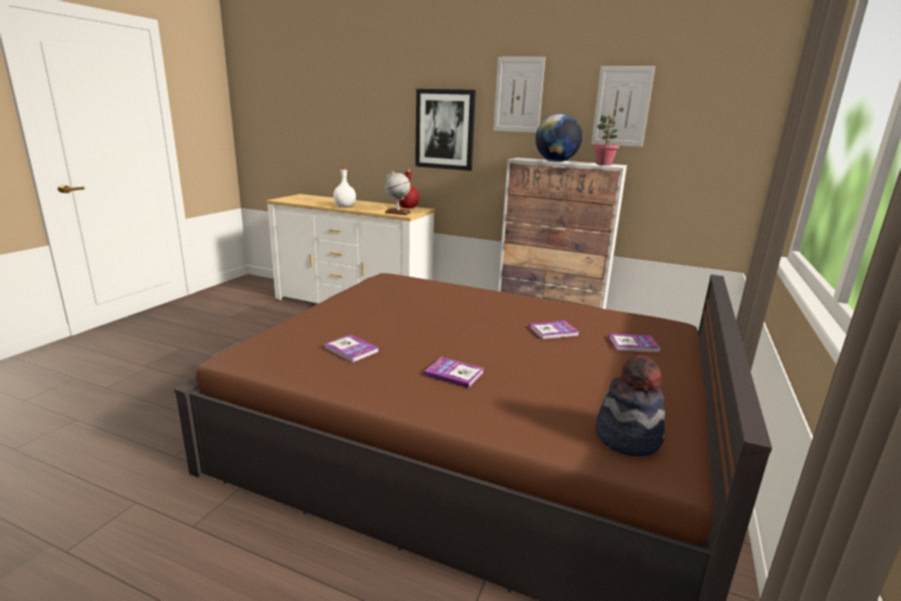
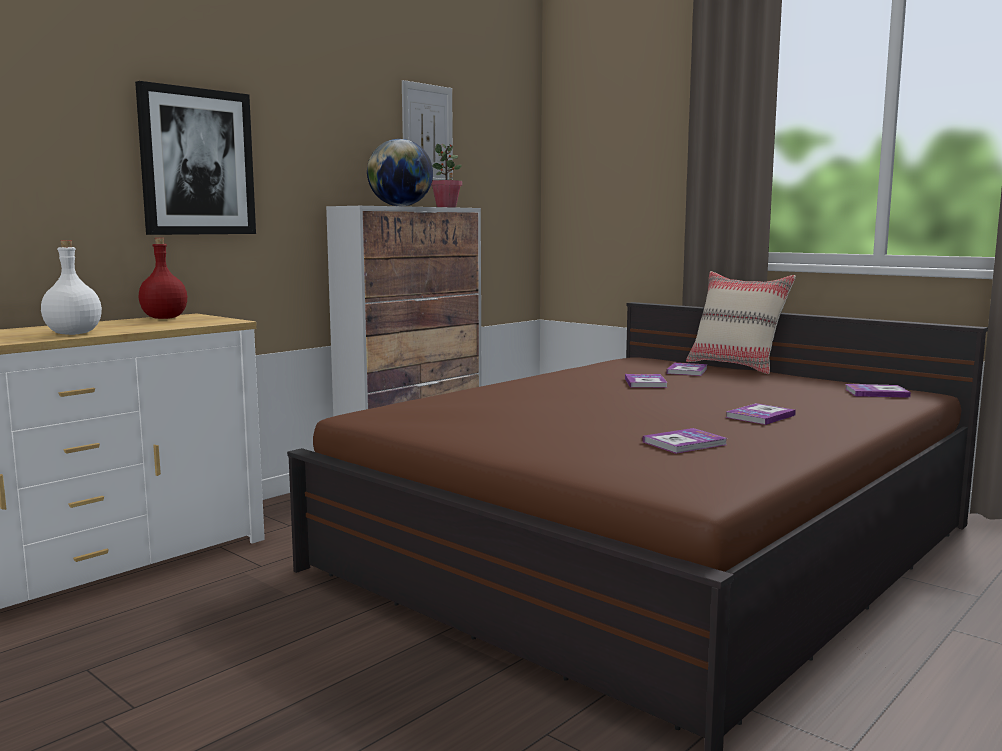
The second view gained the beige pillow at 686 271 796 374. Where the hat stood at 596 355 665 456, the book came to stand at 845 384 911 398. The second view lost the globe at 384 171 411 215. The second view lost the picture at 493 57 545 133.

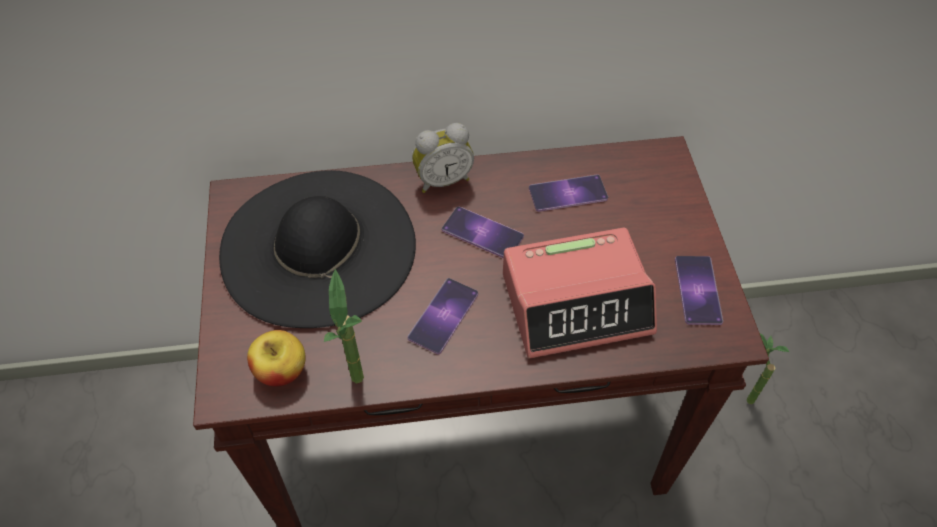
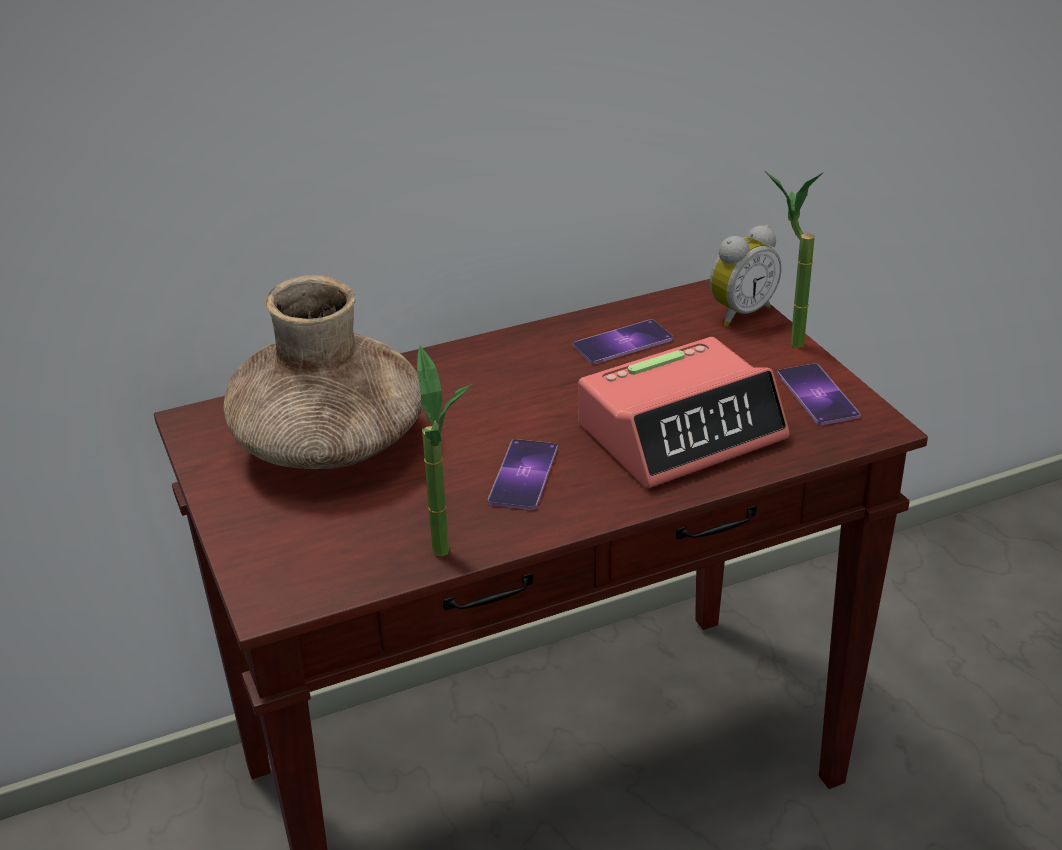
Where the black hat stood at 219 170 416 328, the brown vase came to stand at 224 275 422 469. The alarm clock ended up elsewhere, having gone from 412 123 474 193 to 710 225 782 327. The potted plant ended up elsewhere, having gone from 747 333 789 404 to 765 171 824 348. The second view lost the apple at 247 330 306 387. The second view lost the phone at 442 207 524 258.

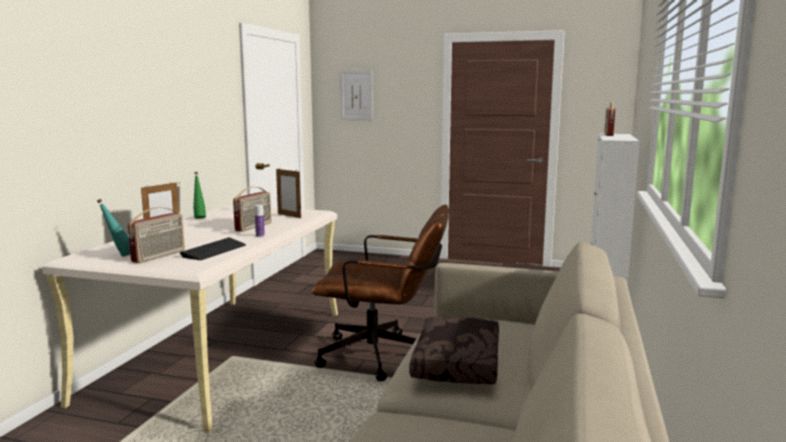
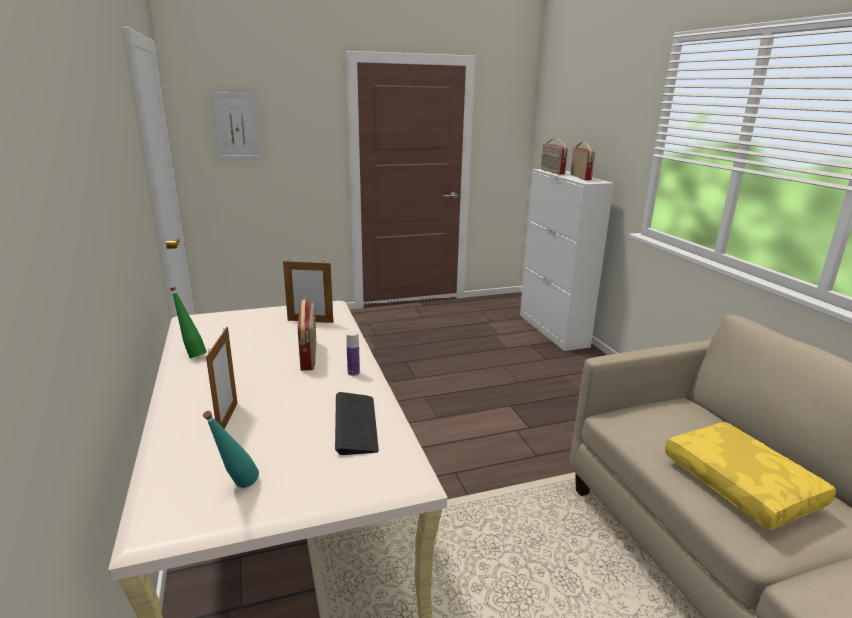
The radio ended up elsewhere, having gone from 128 207 185 263 to 571 142 595 180. What was the brown pillow at 409 316 499 384 turned into the yellow pillow at 665 422 836 530. The second view lost the brown office chair at 312 205 449 381.

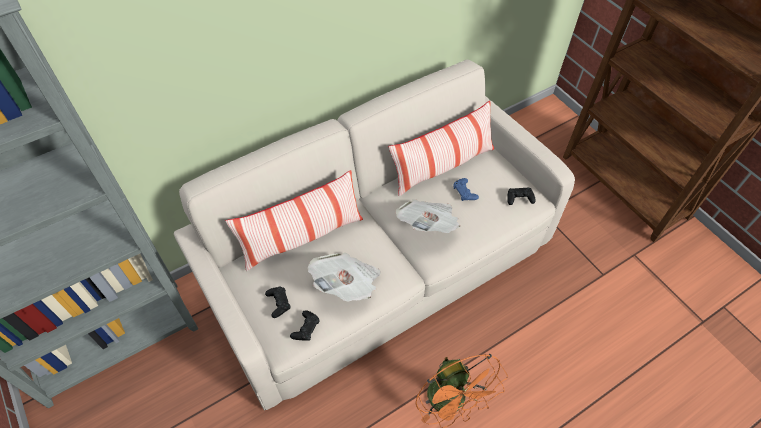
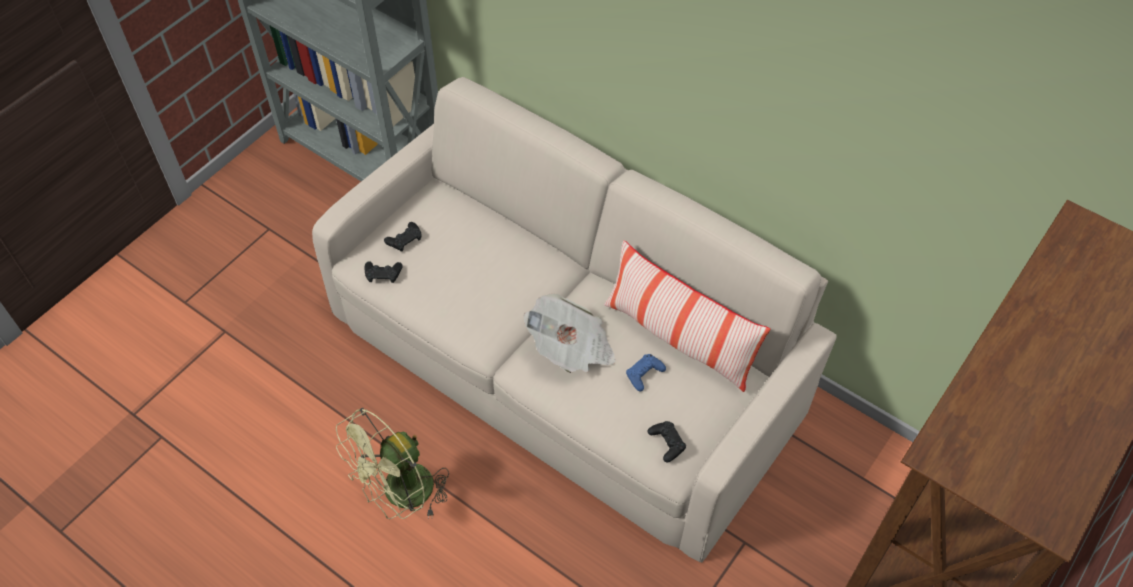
What was the orange fan at 415 354 508 428 turned into the green fan at 336 408 449 519. The second view lost the pillow at 226 170 363 271. The second view lost the newspaper at 308 252 381 302.

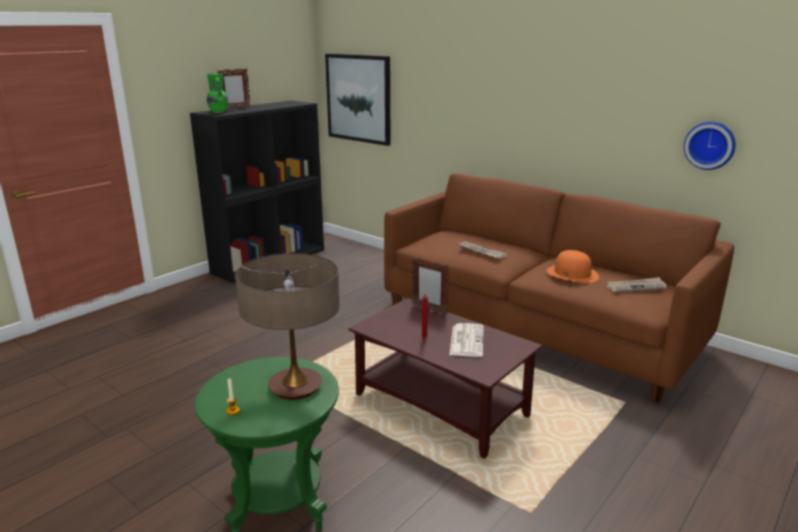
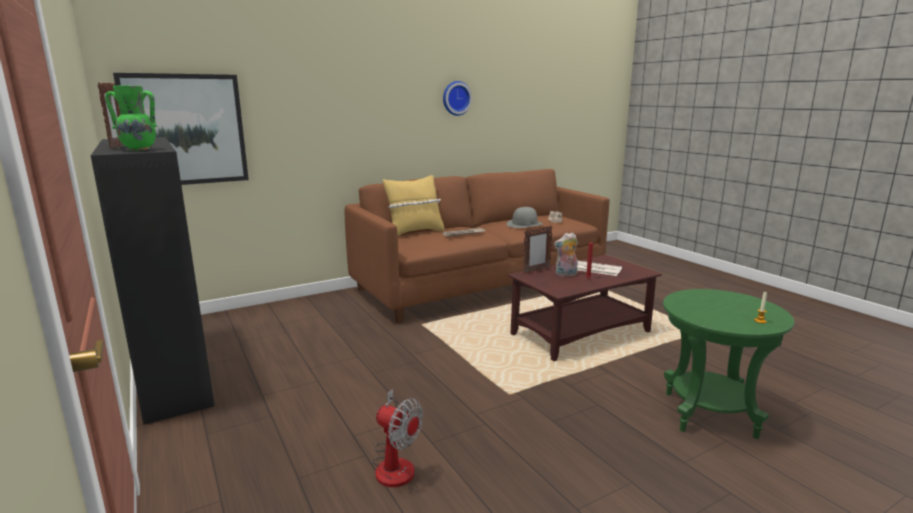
The second view gained the fan at 372 389 423 487. The second view gained the yellow pillow at 383 175 444 236. The wall clock ended up elsewhere, having gone from 684 122 736 170 to 443 81 472 116. What was the orange hat at 546 250 599 283 turned into the grey hat at 506 207 543 228. The second view gained the plush toy at 554 232 578 276. The second view lost the table lamp at 235 253 340 400.

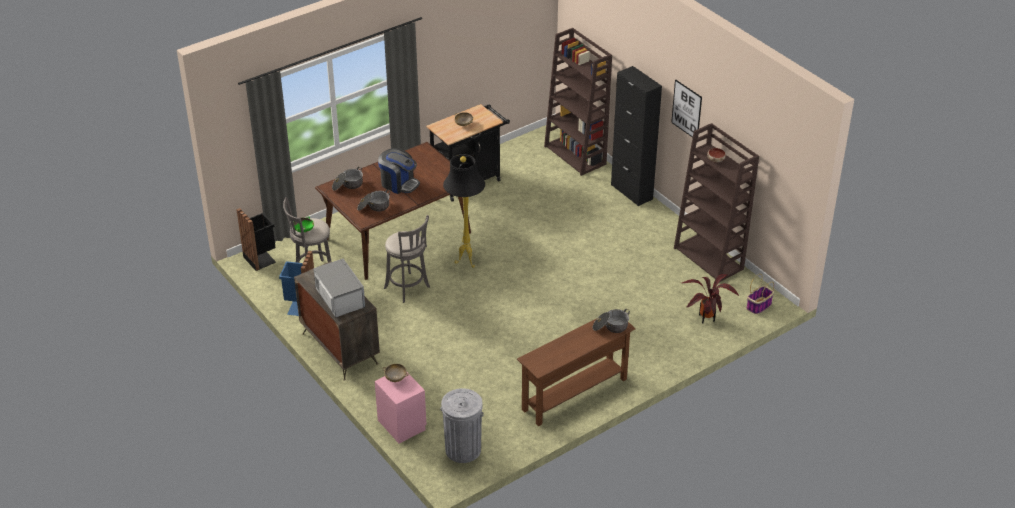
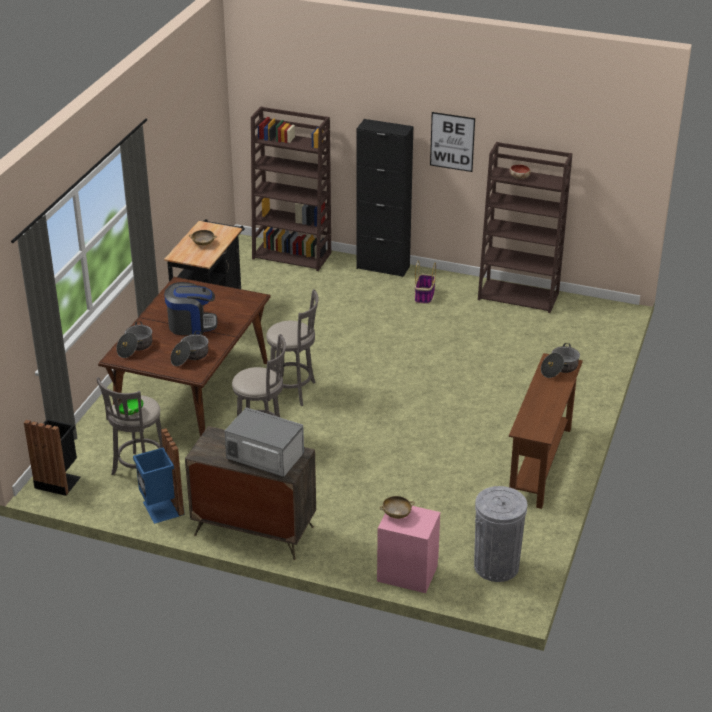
Where the black floor lamp stood at 443 154 485 268, the grey stool came to stand at 266 289 319 406. The basket ended up elsewhere, having gone from 746 274 774 314 to 415 260 436 304. The second view lost the potted plant at 682 274 739 323.

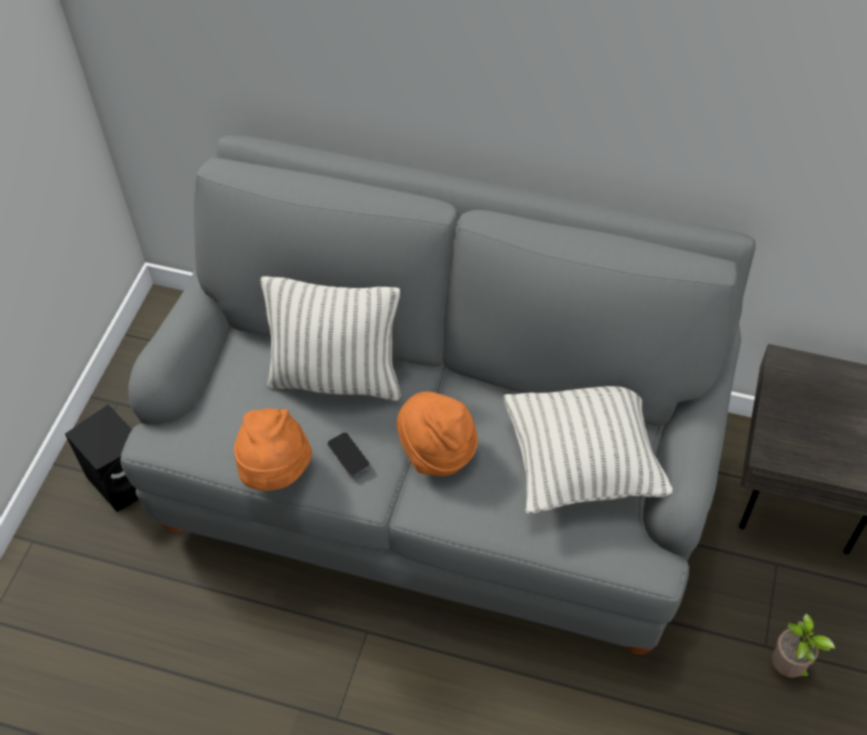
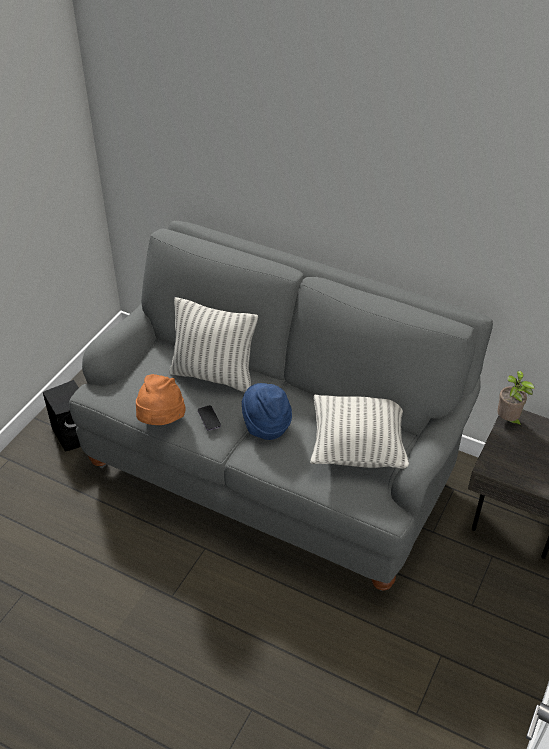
What was the orange hat at 396 392 478 476 turned into the blue hat at 242 383 292 440. The potted plant ended up elsewhere, having gone from 772 613 835 679 to 497 371 535 428.

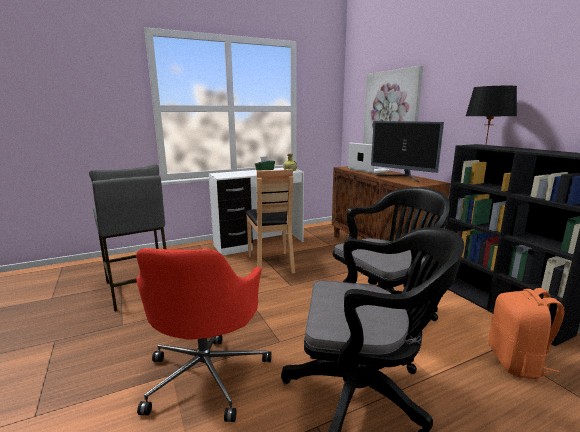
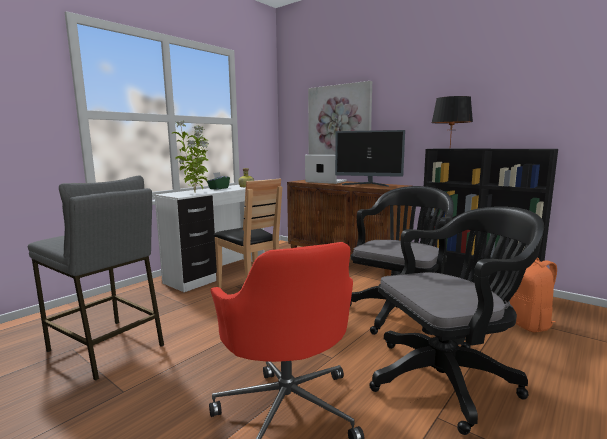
The second view gained the potted plant at 171 120 209 192.

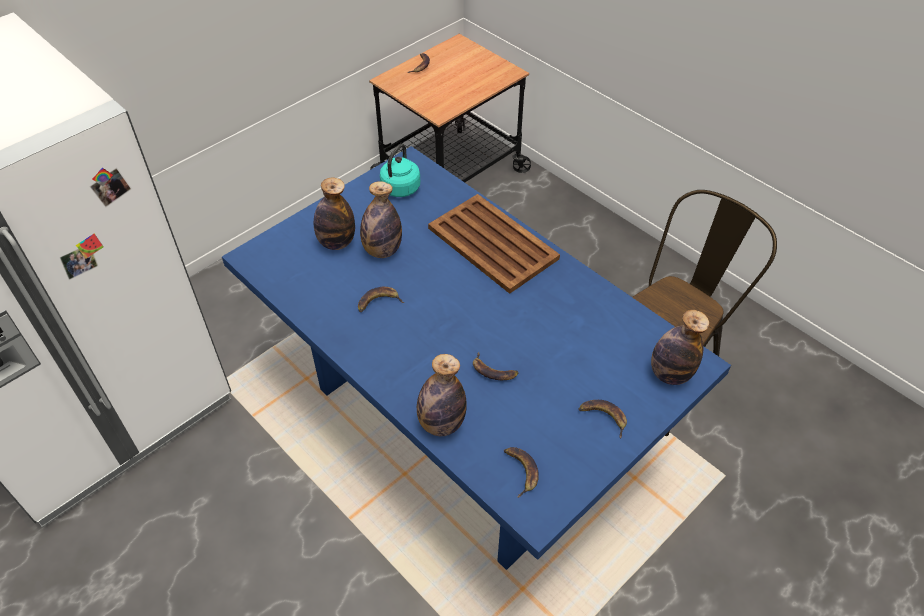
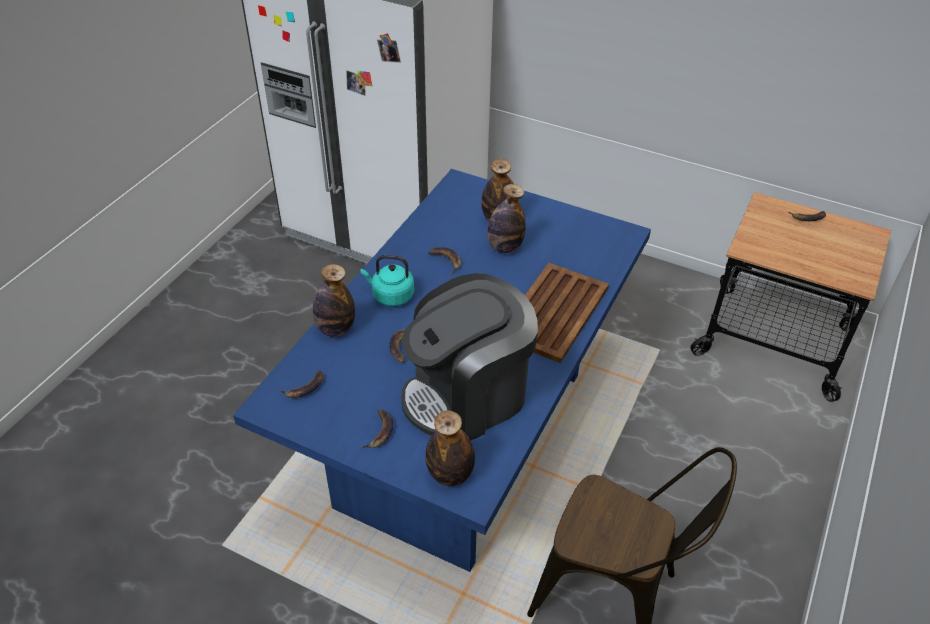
The turquoise kettle ended up elsewhere, having gone from 380 144 420 197 to 361 255 414 306. The second view gained the coffee machine at 401 273 538 441.

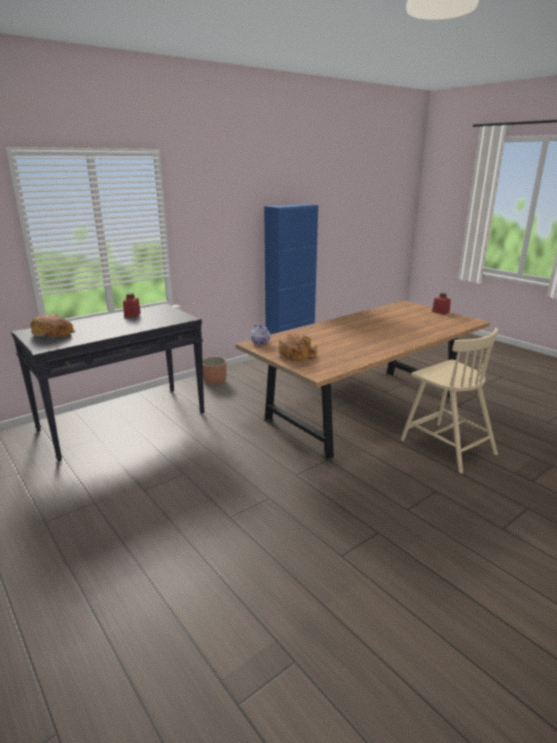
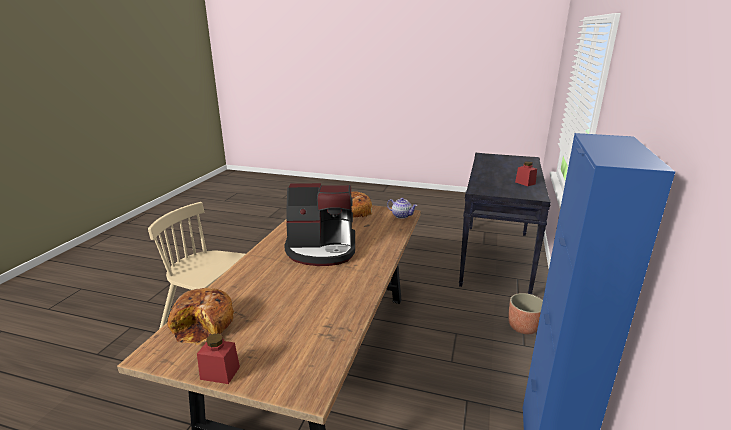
The bread ended up elsewhere, having gone from 31 314 76 339 to 167 288 235 344. The second view gained the coffee machine at 284 183 355 266.

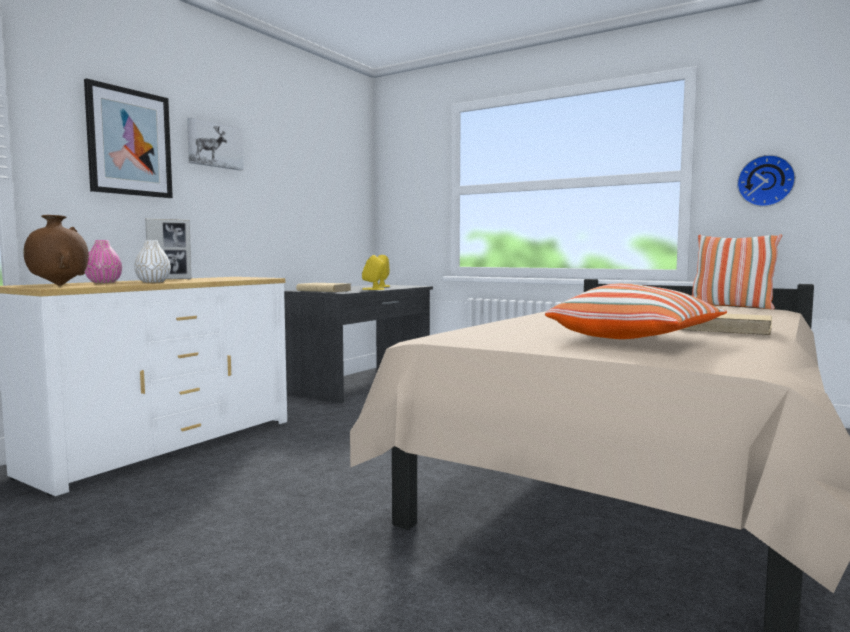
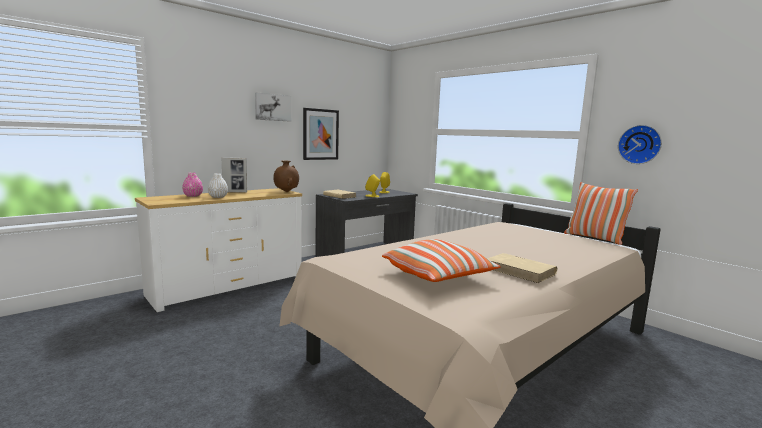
The brown vase ended up elsewhere, having gone from 24 215 89 285 to 273 161 299 192. The picture ended up elsewhere, having gone from 84 78 173 198 to 303 108 339 160.

